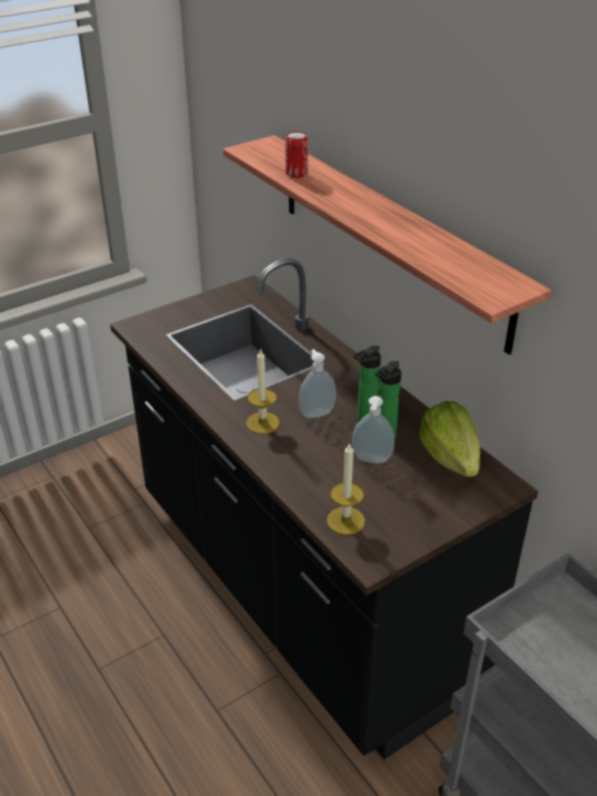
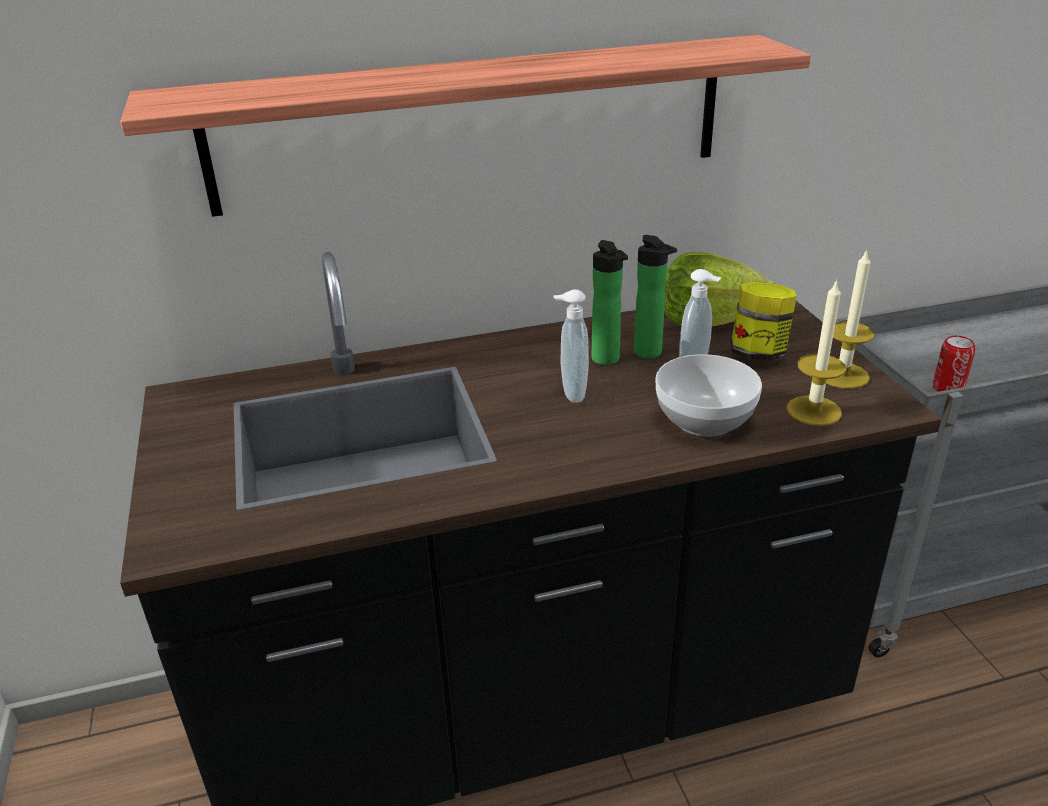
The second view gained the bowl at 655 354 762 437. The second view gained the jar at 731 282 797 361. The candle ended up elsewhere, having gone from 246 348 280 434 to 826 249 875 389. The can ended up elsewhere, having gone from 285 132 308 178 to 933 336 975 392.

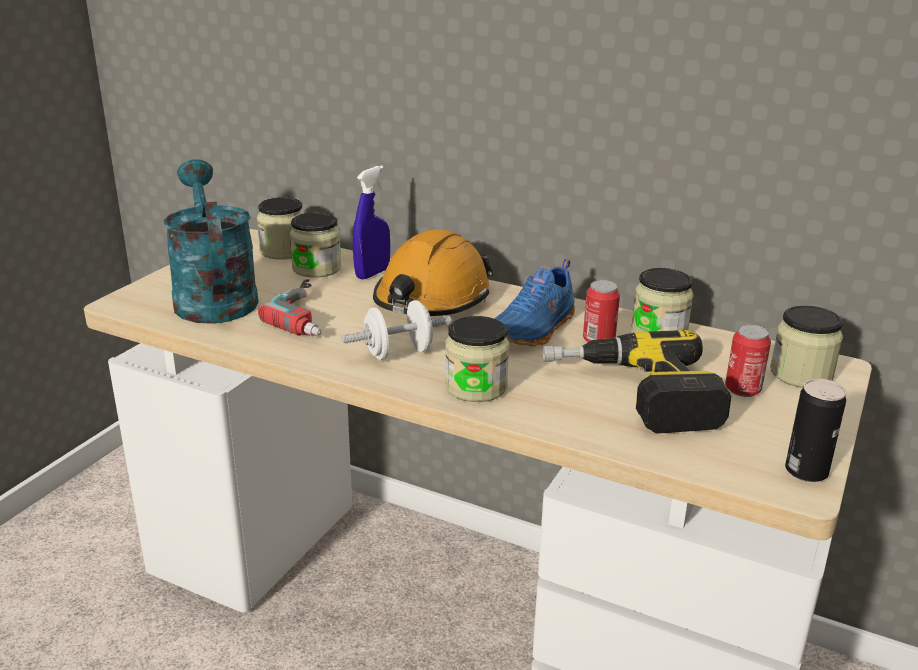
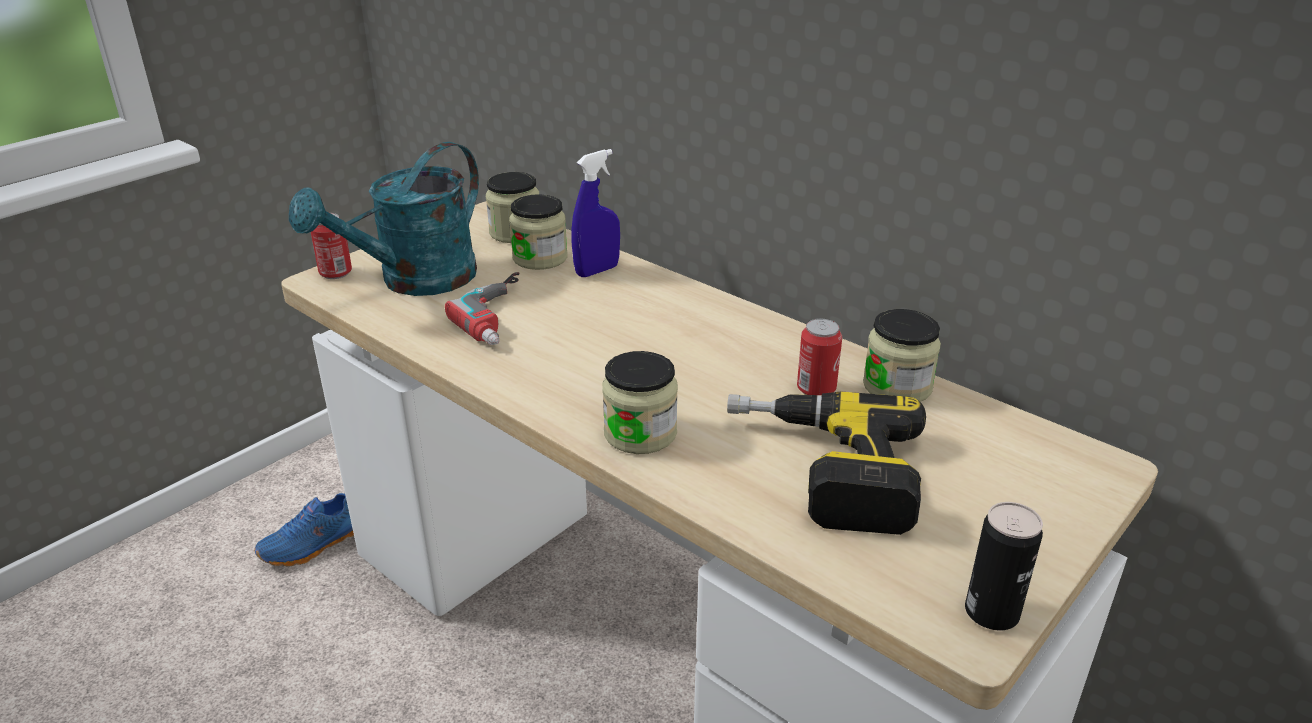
The blue shoe ended up elsewhere, having gone from 495 259 575 346 to 254 493 354 567. The turquoise watering can at 164 159 259 324 ended up facing another way, 135 degrees counterclockwise from before. The can ended up elsewhere, having gone from 725 324 771 397 to 311 213 352 279. The second view lost the white dumbbell at 342 300 452 360. The second view lost the orange hard hat at 373 229 493 316. The second view lost the jar at 770 305 843 388.

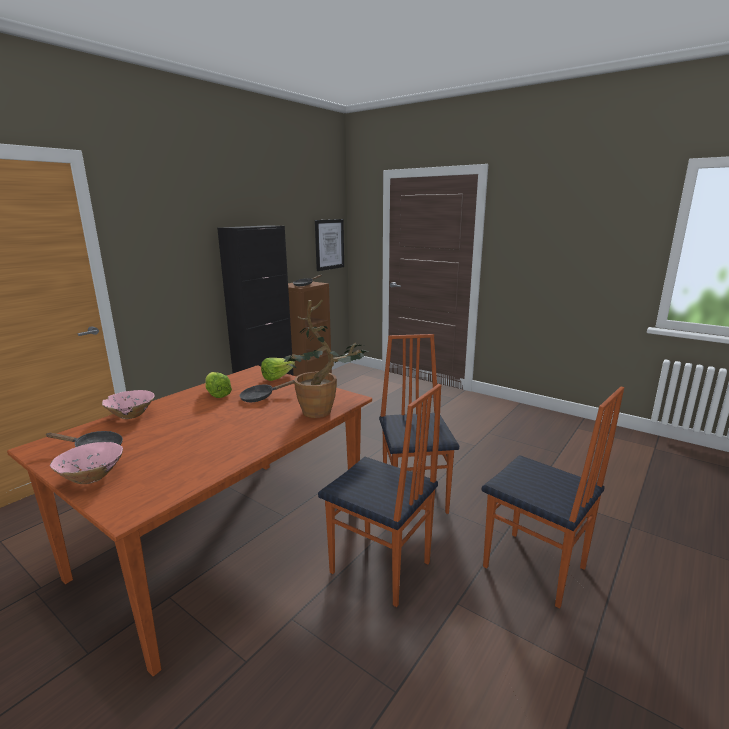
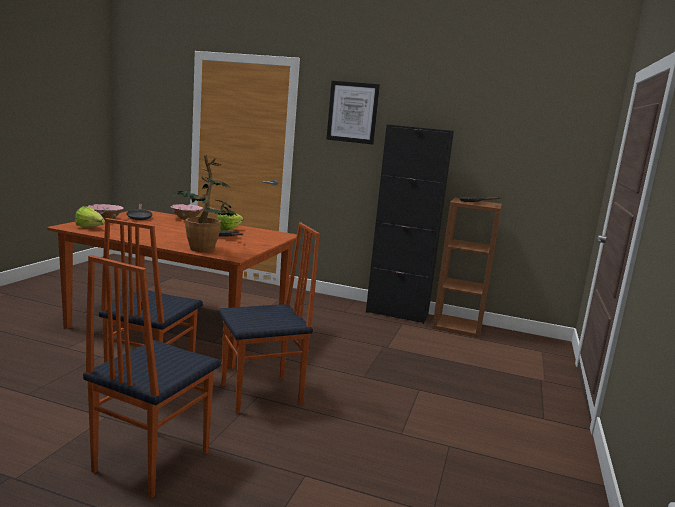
The lettuce ended up elsewhere, having gone from 261 358 295 381 to 75 206 105 227. The picture ended up elsewhere, having gone from 315 219 344 271 to 327 81 380 145.

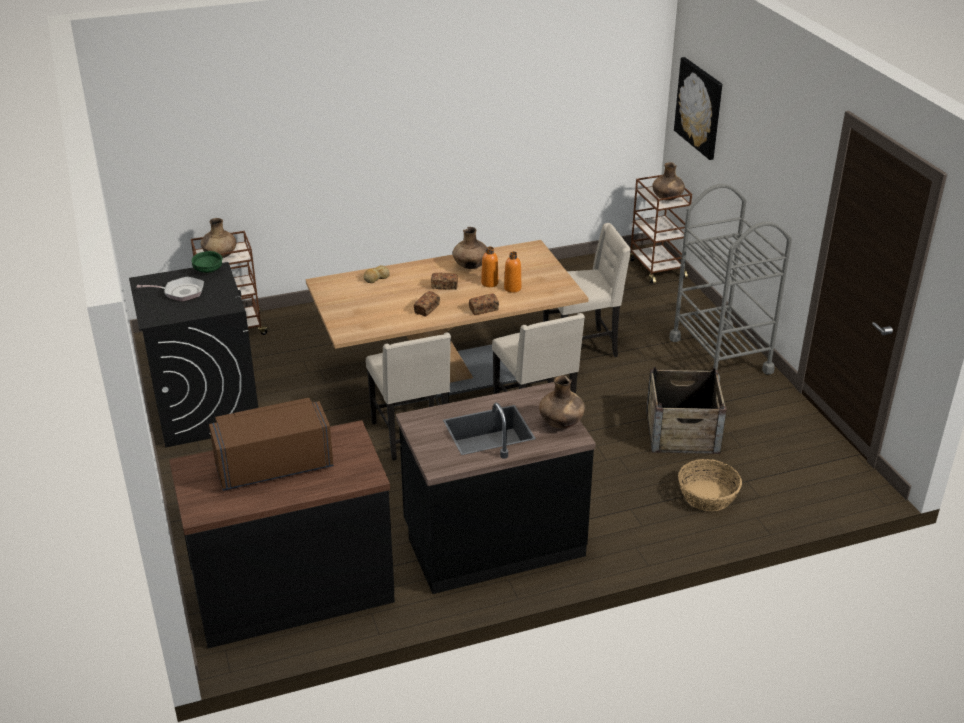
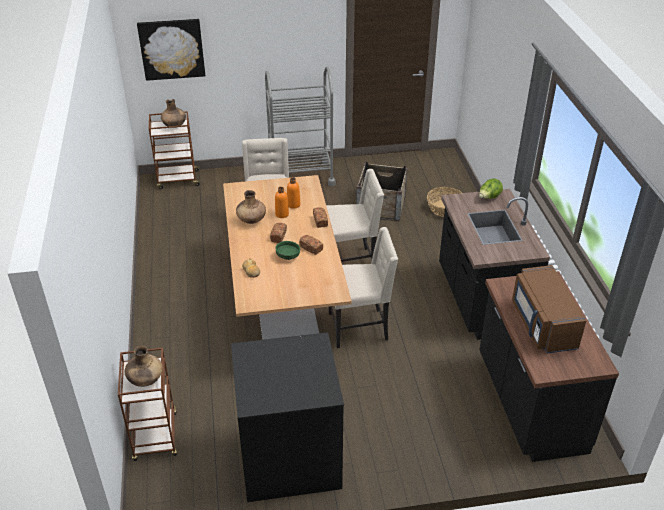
The green bowl ended up elsewhere, having gone from 192 251 222 274 to 275 241 300 260. Where the brown vase stood at 539 376 585 428, the lettuce came to stand at 479 178 503 199. The second view lost the frying pan at 137 277 204 302.

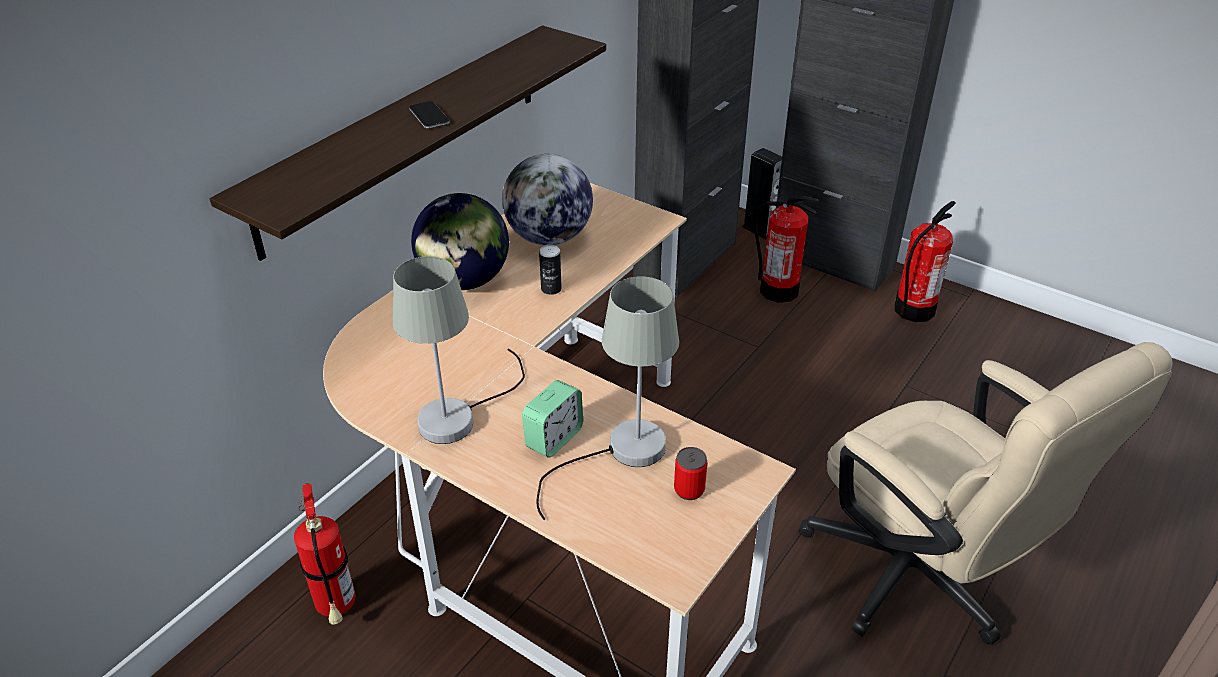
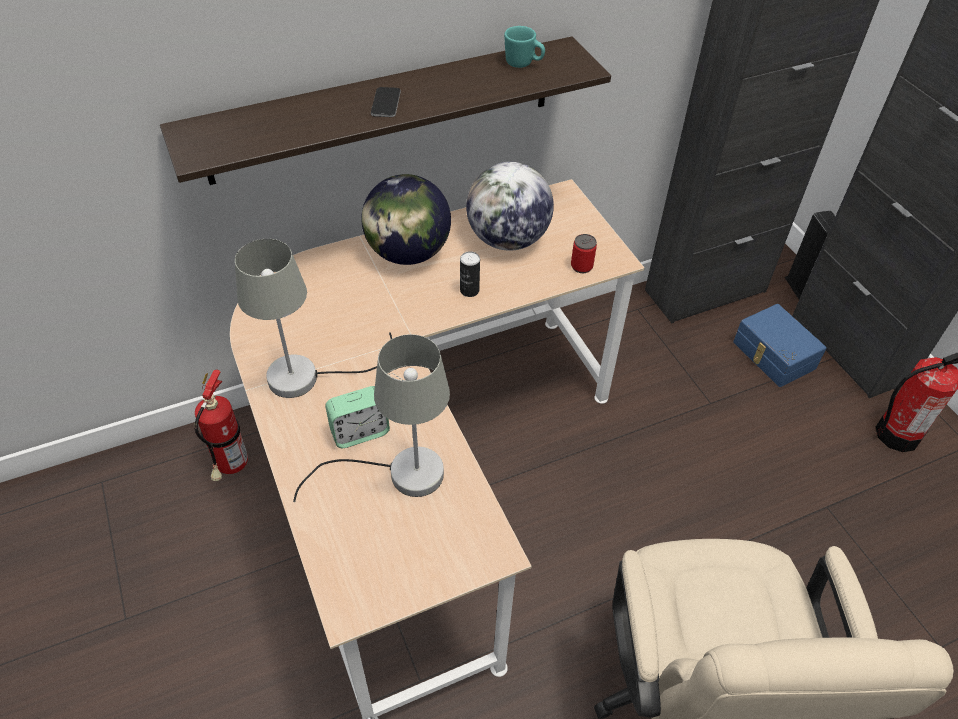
The second view gained the turquoise mug at 504 26 545 68. The can ended up elsewhere, having gone from 674 447 707 500 to 571 234 597 273. Where the fire extinguisher stood at 754 197 819 303, the blue storage box came to stand at 733 304 827 387.

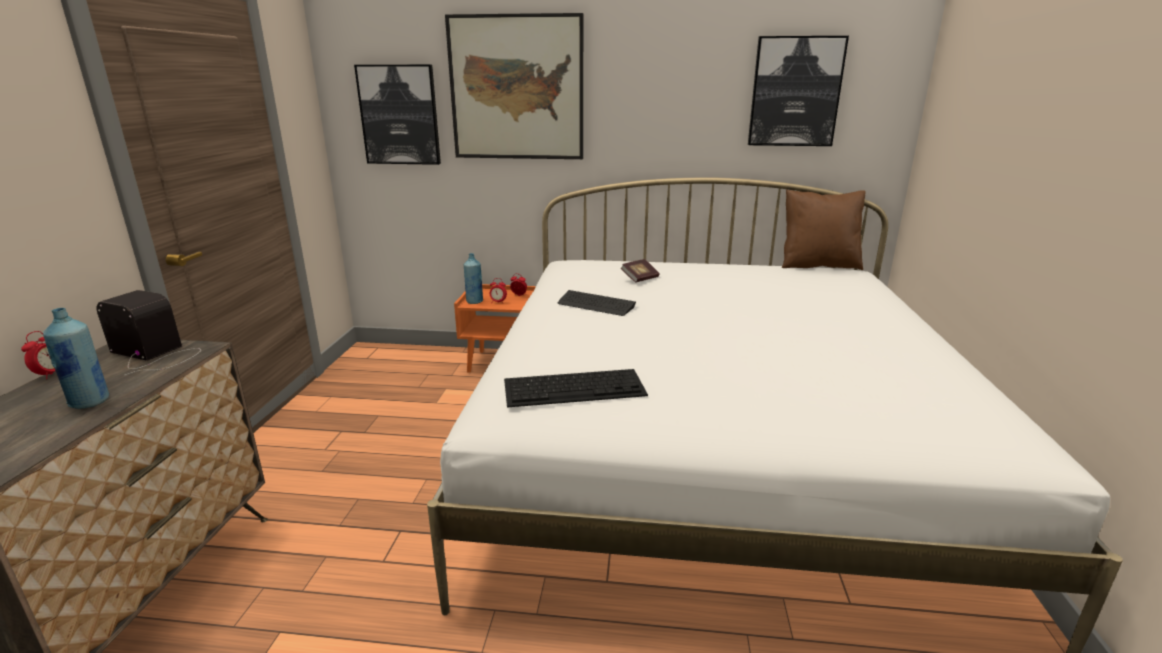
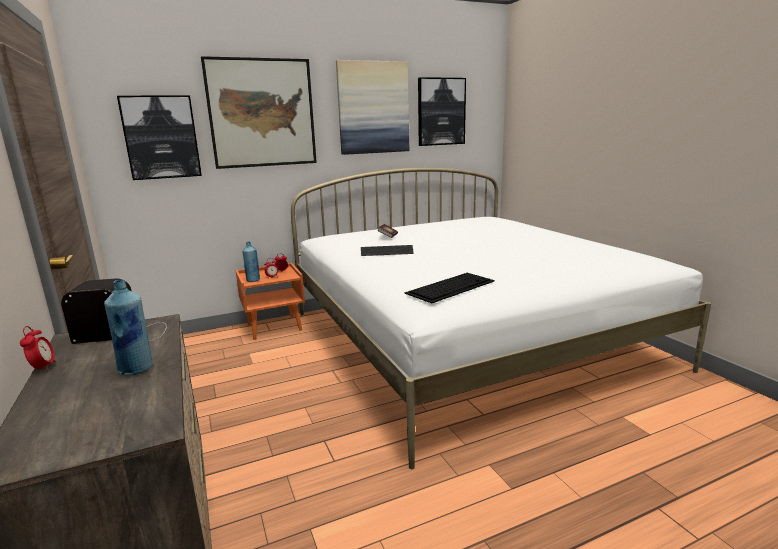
The second view gained the picture at 336 60 409 155. The second view lost the brown pillow at 781 189 865 270.

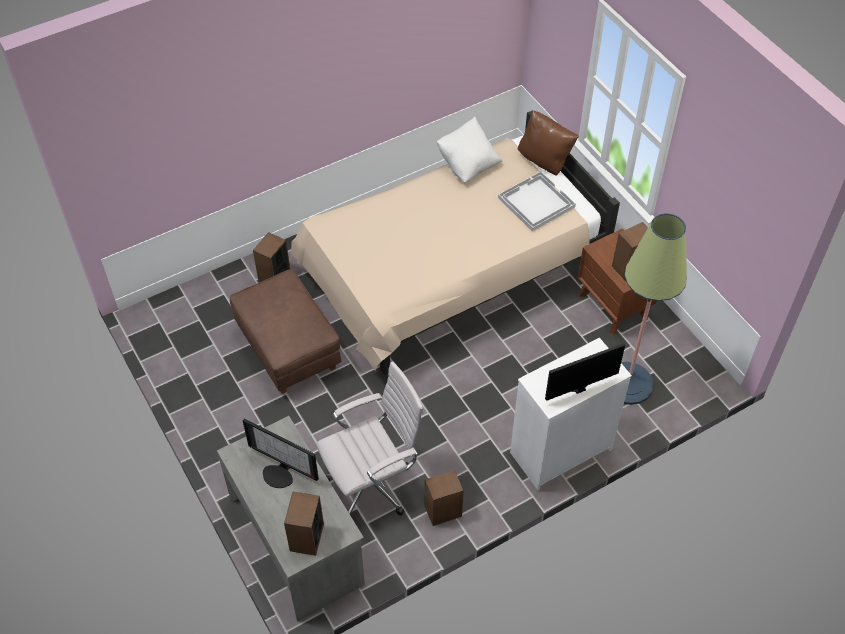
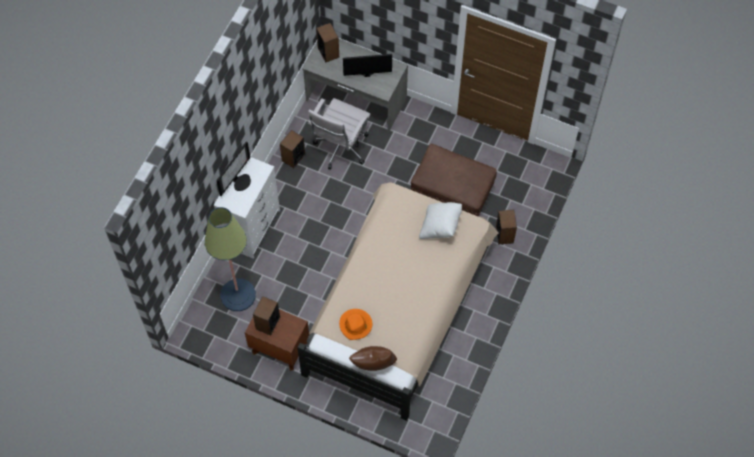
Where the white tray stood at 498 171 576 231, the orange hat came to stand at 339 309 372 340. The white pillow ended up elsewhere, having gone from 437 117 502 182 to 419 202 462 239.

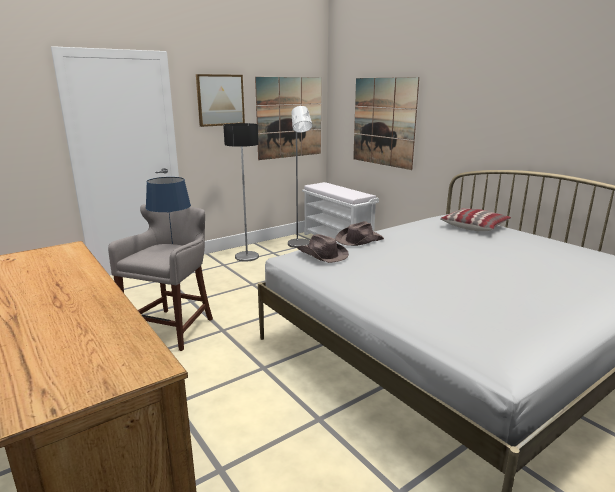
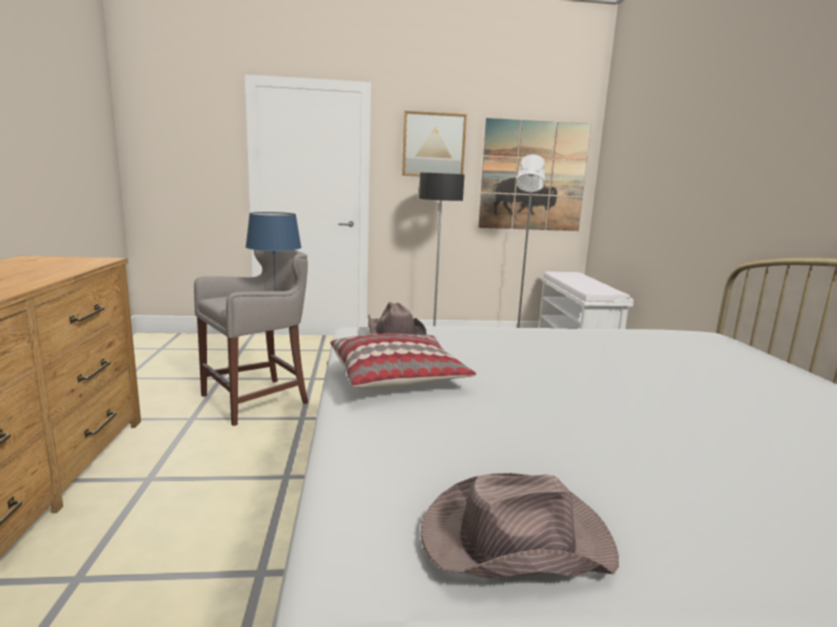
The pillow ended up elsewhere, having gone from 440 208 511 231 to 330 333 476 390. The brown hat ended up elsewhere, having gone from 335 221 384 246 to 421 473 619 578. The second view lost the picture at 353 77 419 170.

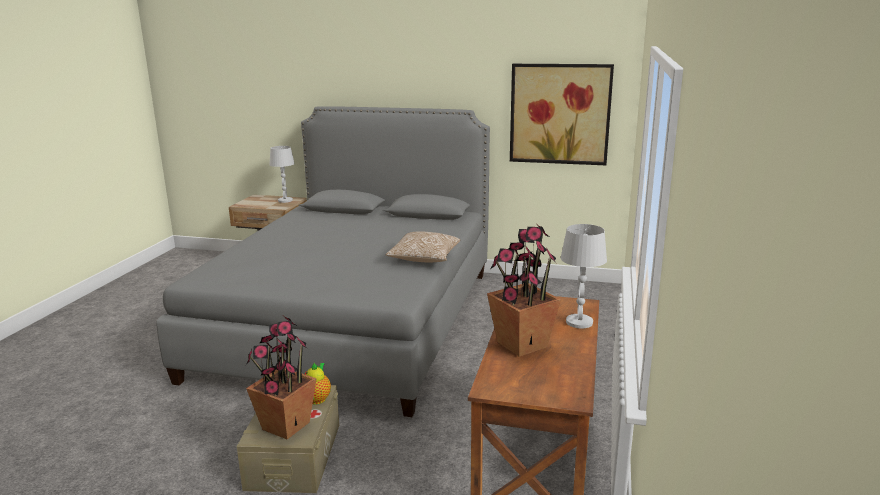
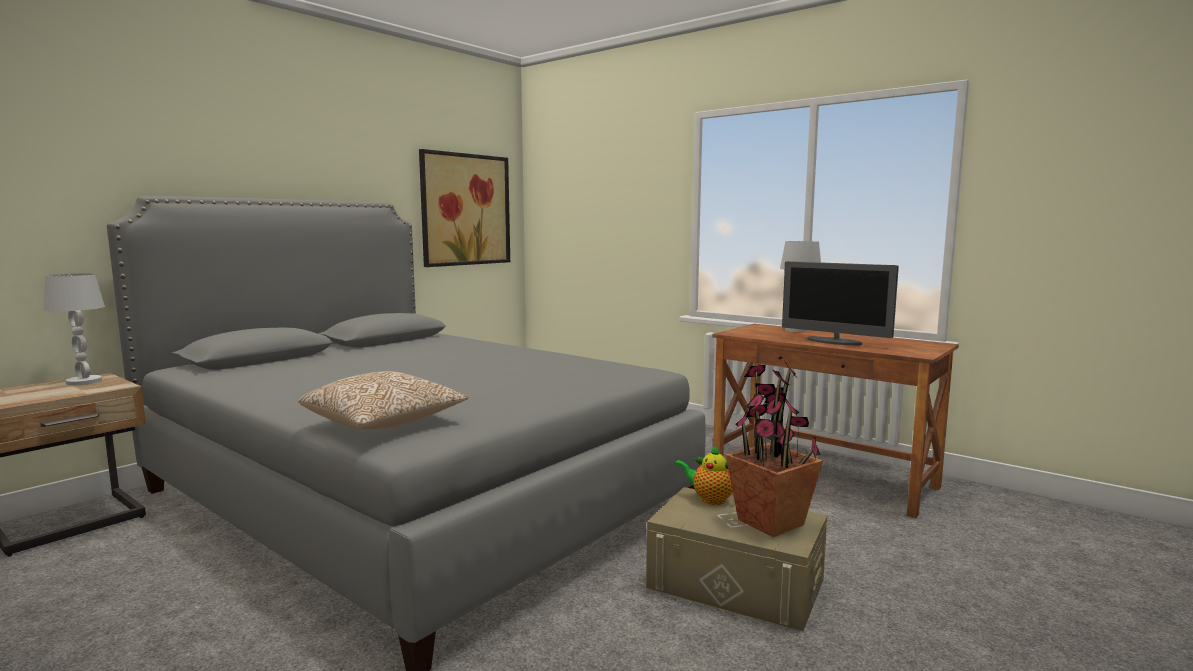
The pillow ended up elsewhere, having gone from 385 231 460 262 to 298 371 468 429. Where the potted plant stood at 487 225 561 357, the monitor came to stand at 782 261 899 346.

